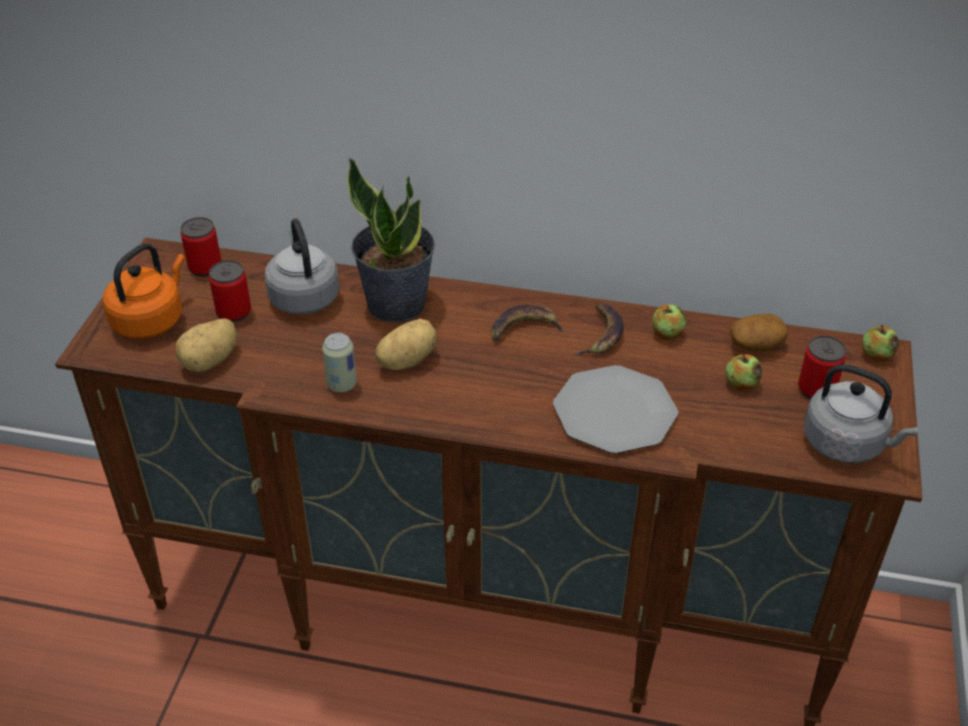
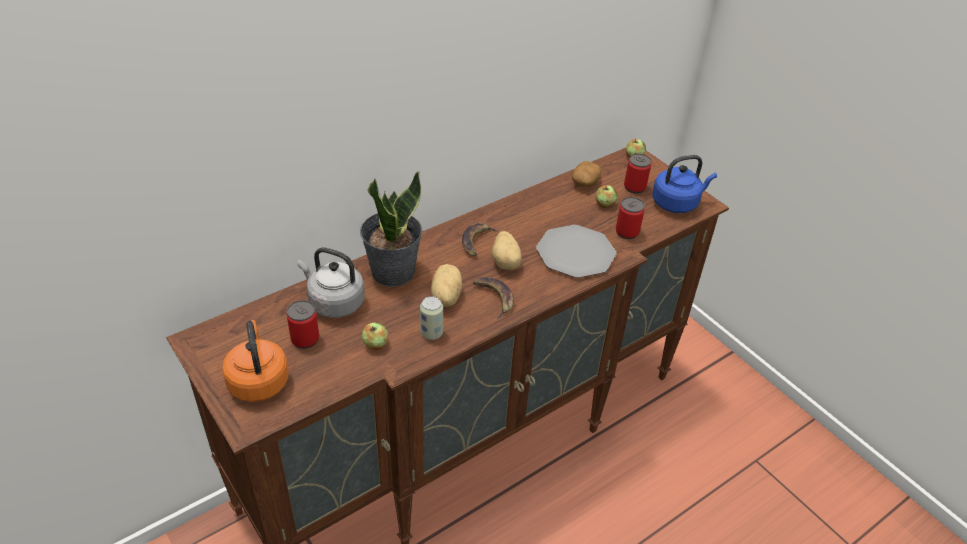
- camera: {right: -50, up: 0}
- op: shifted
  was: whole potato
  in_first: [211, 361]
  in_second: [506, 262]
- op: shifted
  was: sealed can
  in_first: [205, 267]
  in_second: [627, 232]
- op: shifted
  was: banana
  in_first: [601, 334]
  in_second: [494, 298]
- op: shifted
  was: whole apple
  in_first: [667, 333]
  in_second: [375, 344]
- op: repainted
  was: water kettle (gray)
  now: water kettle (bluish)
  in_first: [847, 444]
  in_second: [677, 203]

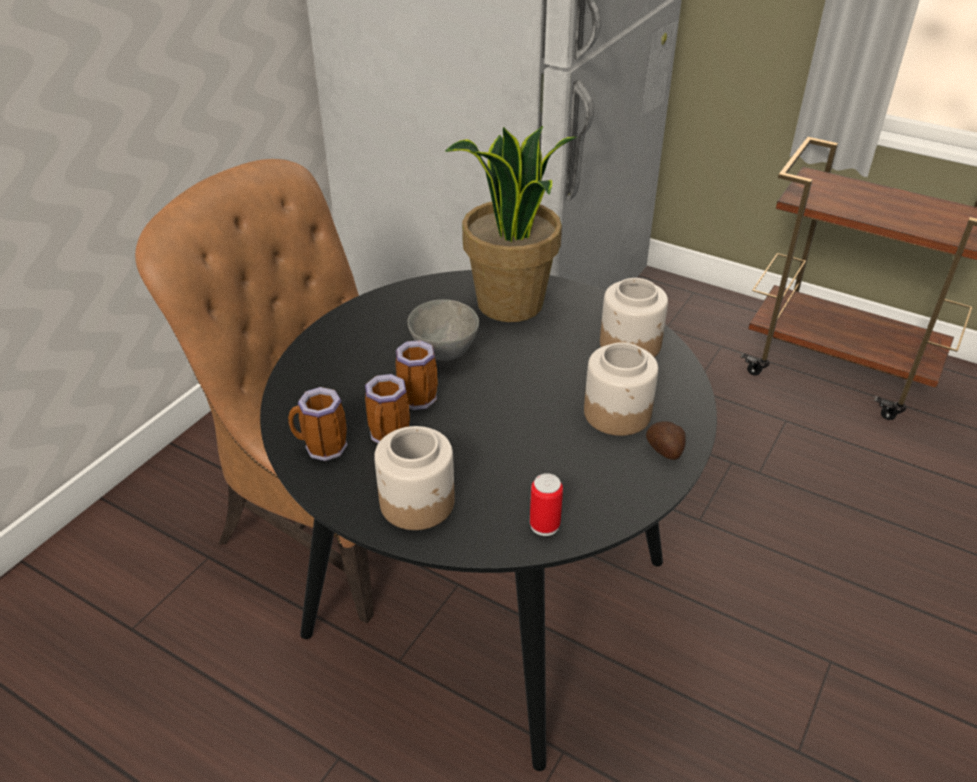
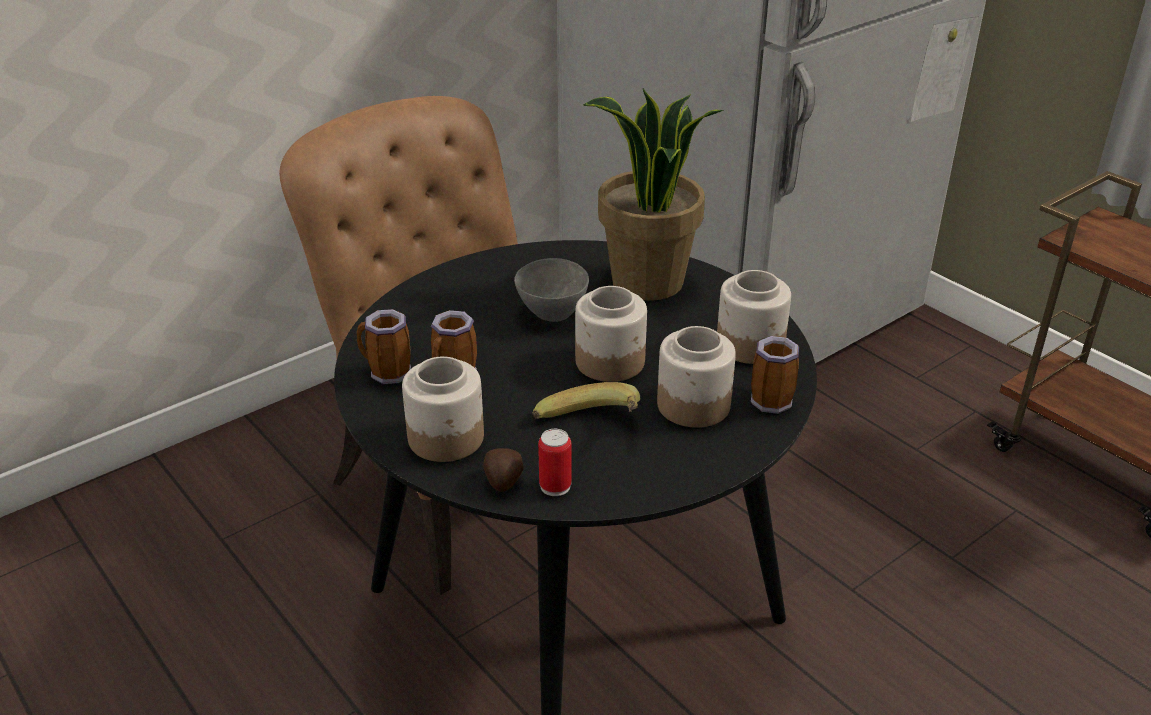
- camera: {right: 20, up: -5}
- op: new
  now: banana
  in_second: [591, 428]
- op: new
  now: storage jar
  in_second: [611, 362]
- op: shifted
  was: coffee mug
  in_first: [414, 397]
  in_second: [768, 399]
- op: shifted
  was: whole potato
  in_first: [665, 451]
  in_second: [503, 482]

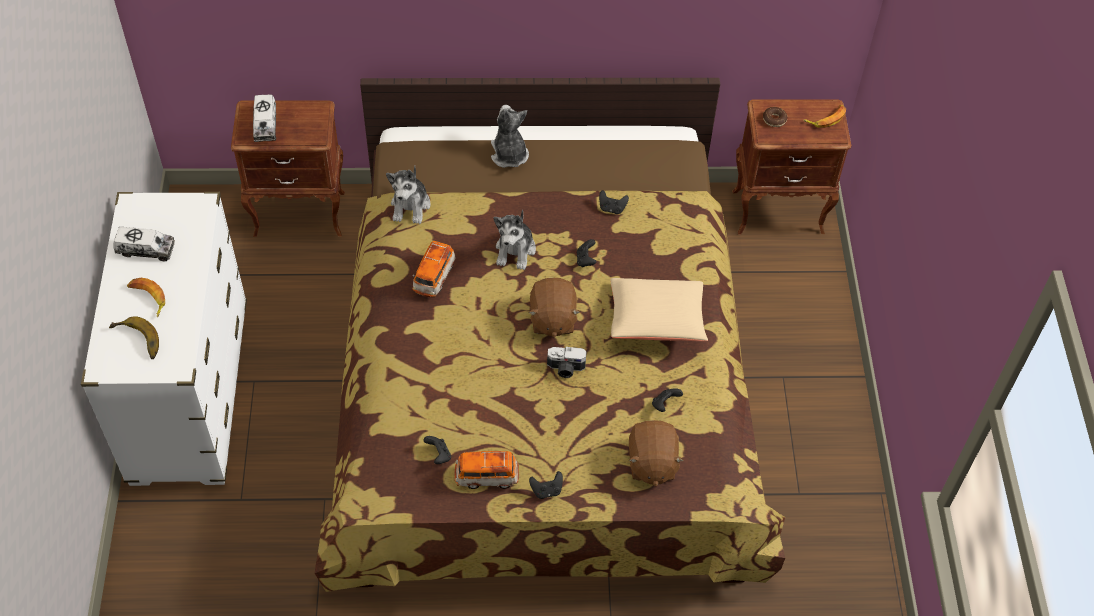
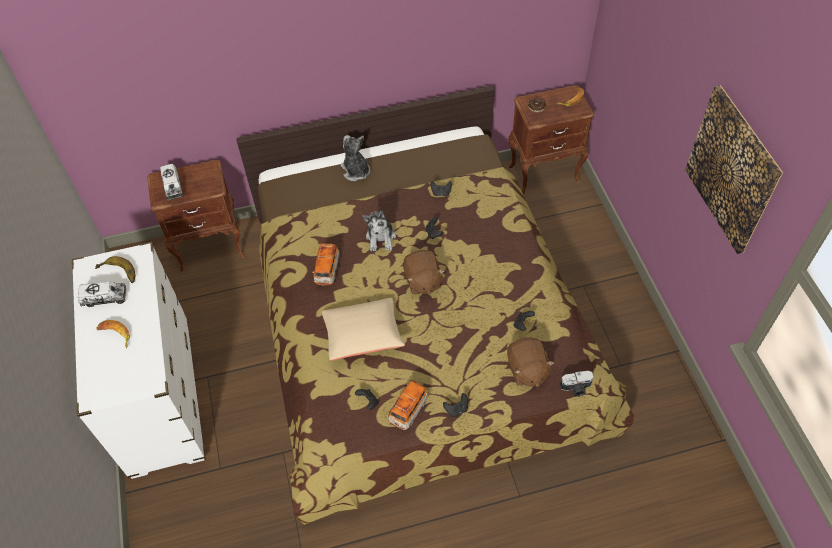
- camera: {right: -10, up: 0}
- op: gone
  was: soft toy
  in_first: [410, 206]
- op: new
  now: wall picture
  in_second: [732, 170]
- op: shifted
  was: banana
  in_first: [136, 342]
  in_second: [117, 274]
- op: shifted
  was: still camera
  in_first: [565, 368]
  in_second: [576, 388]
- op: shifted
  was: cushion (beige-coloured)
  in_first: [656, 320]
  in_second: [363, 335]
- op: rotated
  was: toy car
  in_first: [486, 477]
  in_second: [409, 410]
  clockwise: 135

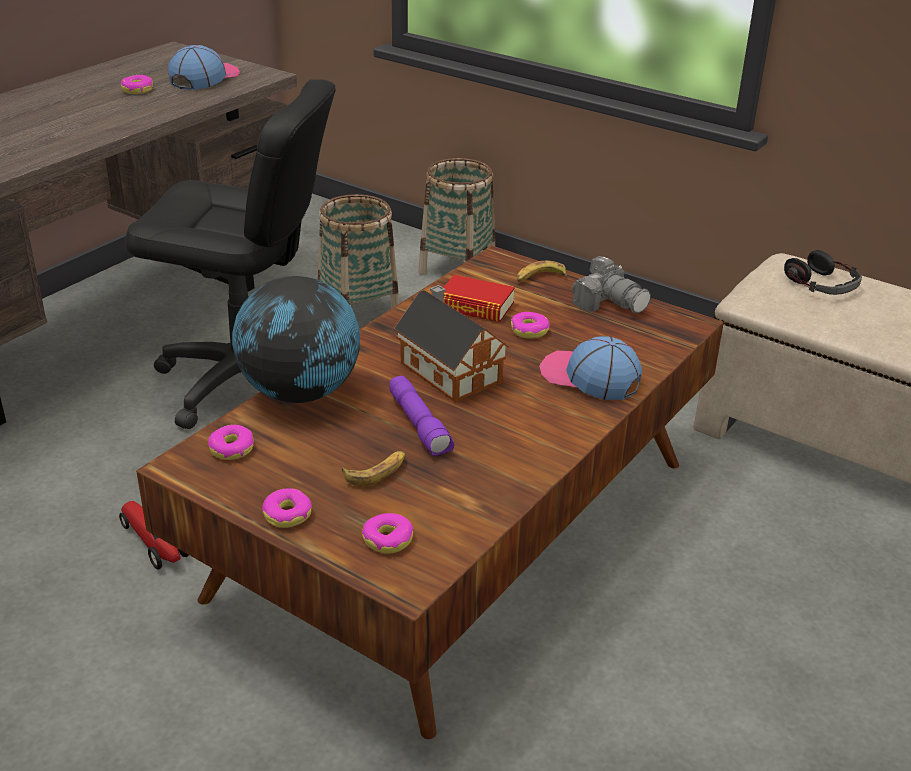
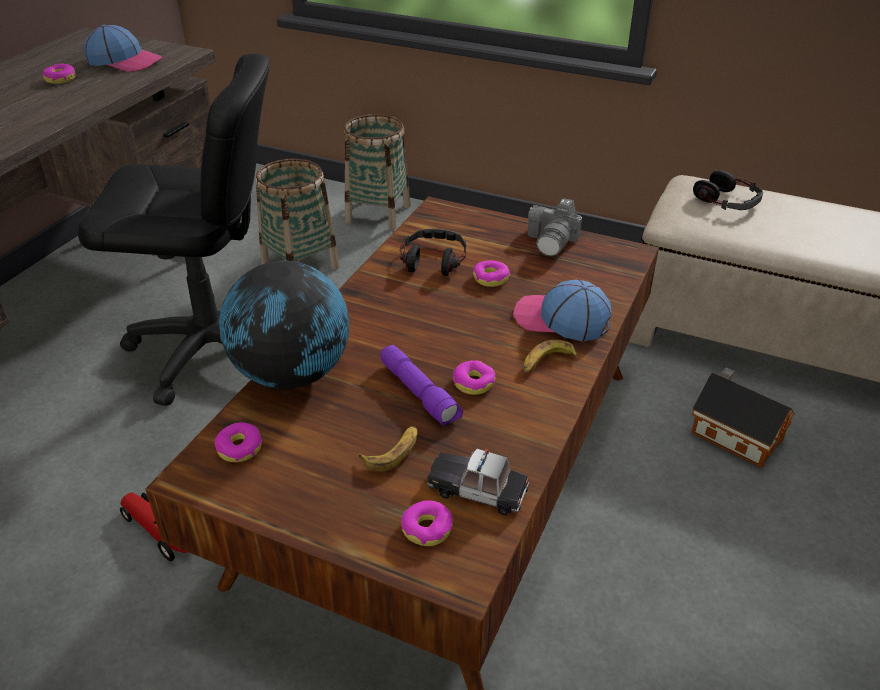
- camera: {right: -10, up: 5}
- op: new
  now: toy car
  in_second: [478, 488]
- op: shifted
  was: donut
  in_first: [287, 514]
  in_second: [473, 383]
- op: shifted
  was: model house
  in_first: [448, 370]
  in_second: [733, 434]
- op: shifted
  was: banana
  in_first: [540, 278]
  in_second: [547, 363]
- op: swapped
  was: book
  now: pair of headphones
  in_first: [475, 306]
  in_second: [433, 260]
- op: rotated
  was: peaked cap
  in_first: [204, 78]
  in_second: [124, 61]
  clockwise: 90
- op: rotated
  was: still camera
  in_first: [609, 302]
  in_second: [553, 241]
  clockwise: 75

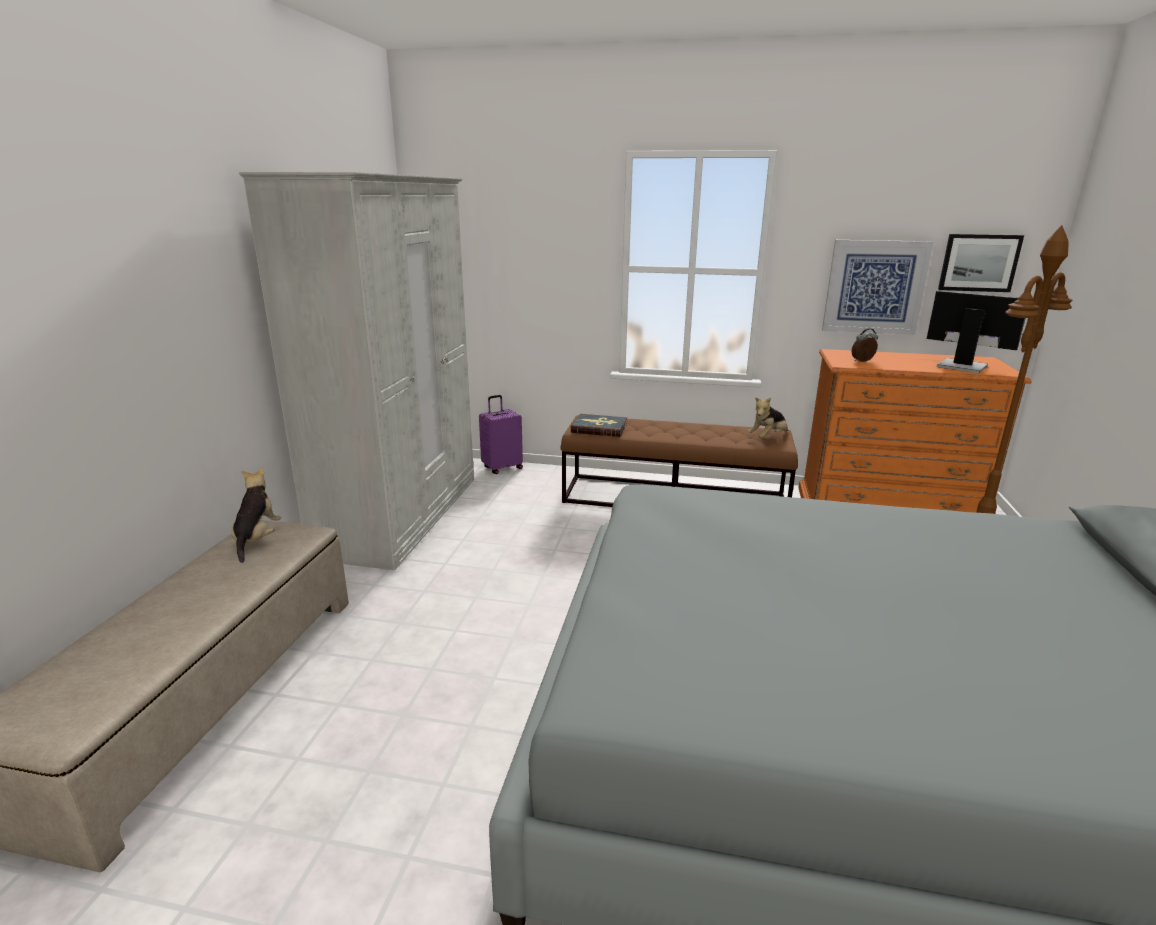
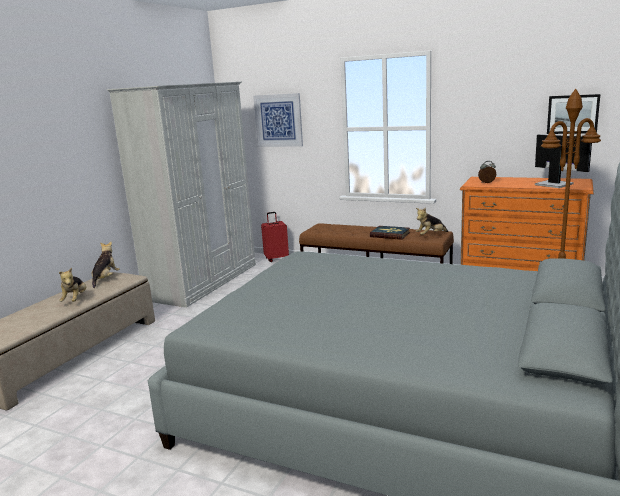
- camera: {right: 15, up: -5}
- op: new
  now: soft toy
  in_second: [75, 300]
- op: shifted
  was: book
  in_first: [599, 428]
  in_second: [390, 234]
- op: shifted
  was: wall picture
  in_first: [875, 287]
  in_second: [278, 120]
- op: repainted
  was: piece of luggage (purple)
  now: piece of luggage (reddish)
  in_first: [502, 468]
  in_second: [276, 259]

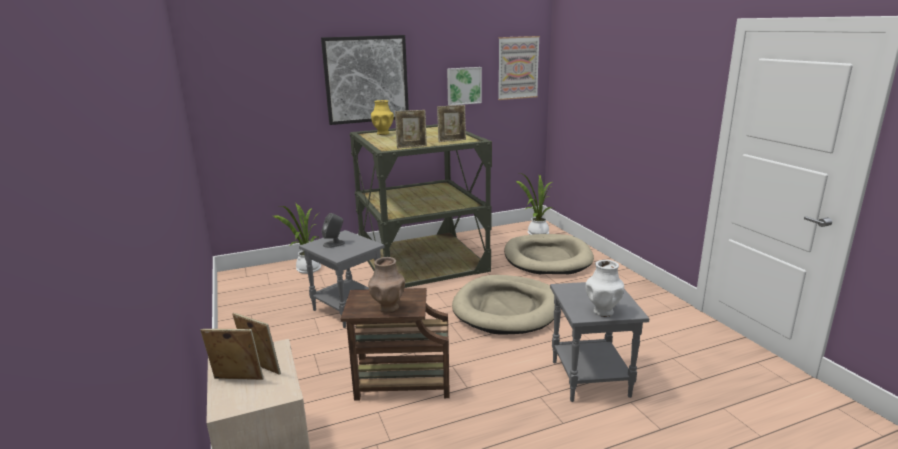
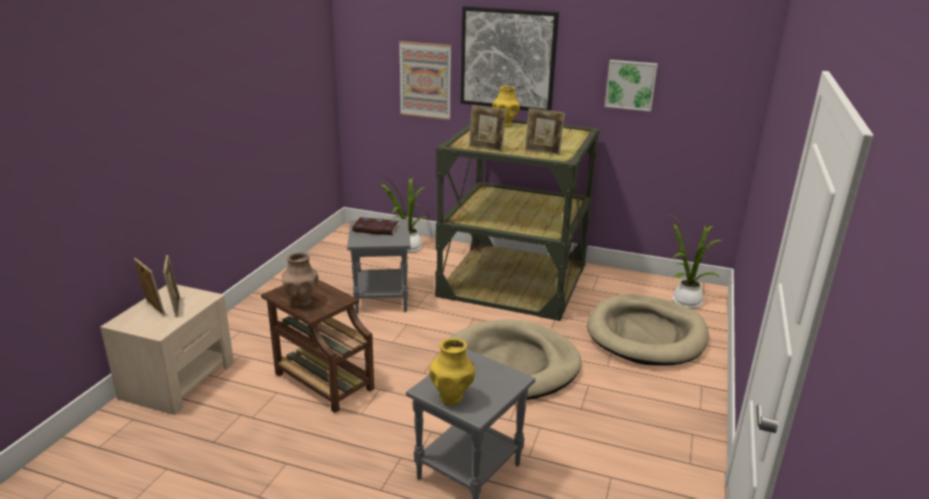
- camera: {right: 40, up: 5}
- op: shifted
  was: wall picture
  in_first: [518, 68]
  in_second: [425, 80]
- op: swapped
  was: audio speaker (gray)
  now: book
  in_first: [334, 244]
  in_second: [375, 229]
- op: repainted
  was: decorative vase (white)
  now: decorative vase (yellow-coloured)
  in_first: [603, 311]
  in_second: [451, 397]

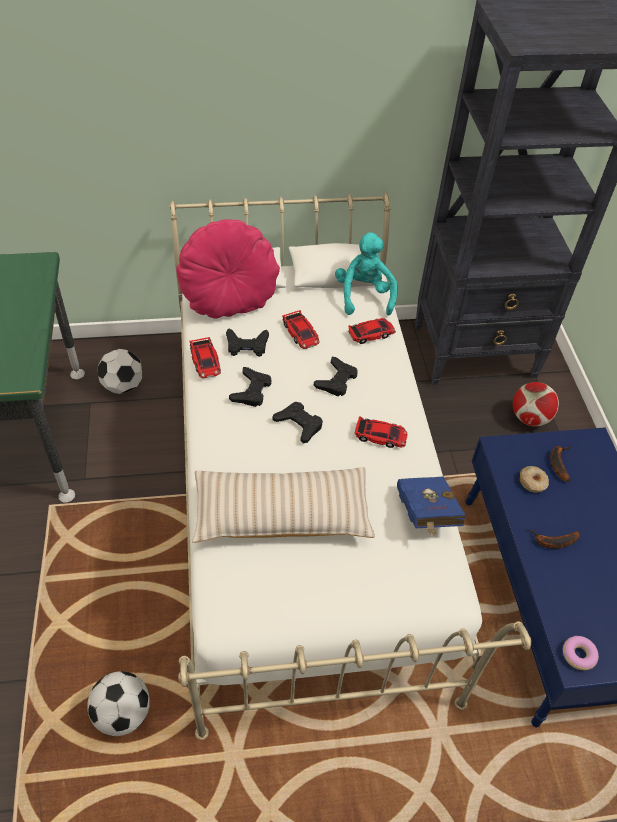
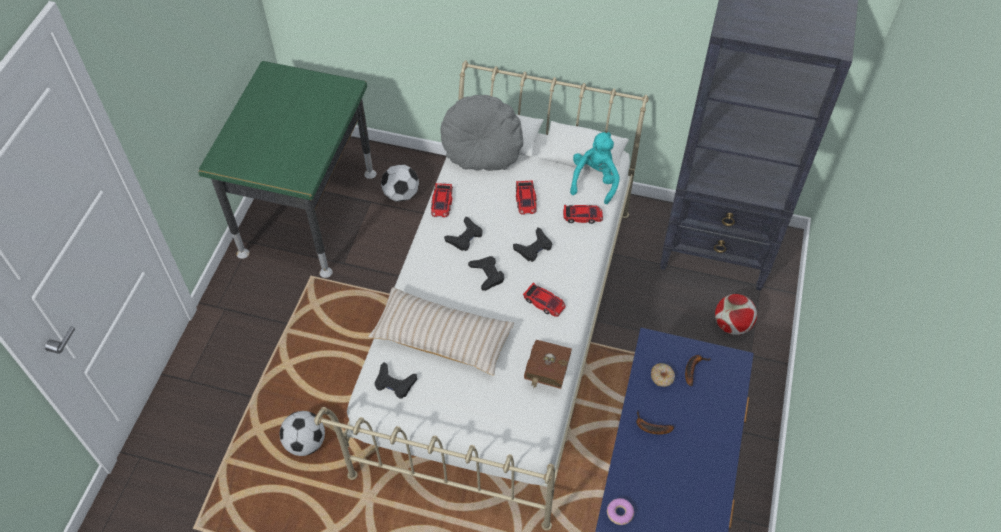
- camera: {right: 25, up: 5}
- op: shifted
  was: joypad (black-coloured)
  in_first: [247, 346]
  in_second: [394, 383]
- op: repainted
  was: cushion (pink)
  now: cushion (gray)
  in_first: [230, 304]
  in_second: [482, 159]
- op: repainted
  was: book (bluish)
  now: book (brown-coloured)
  in_first: [426, 516]
  in_second: [546, 373]

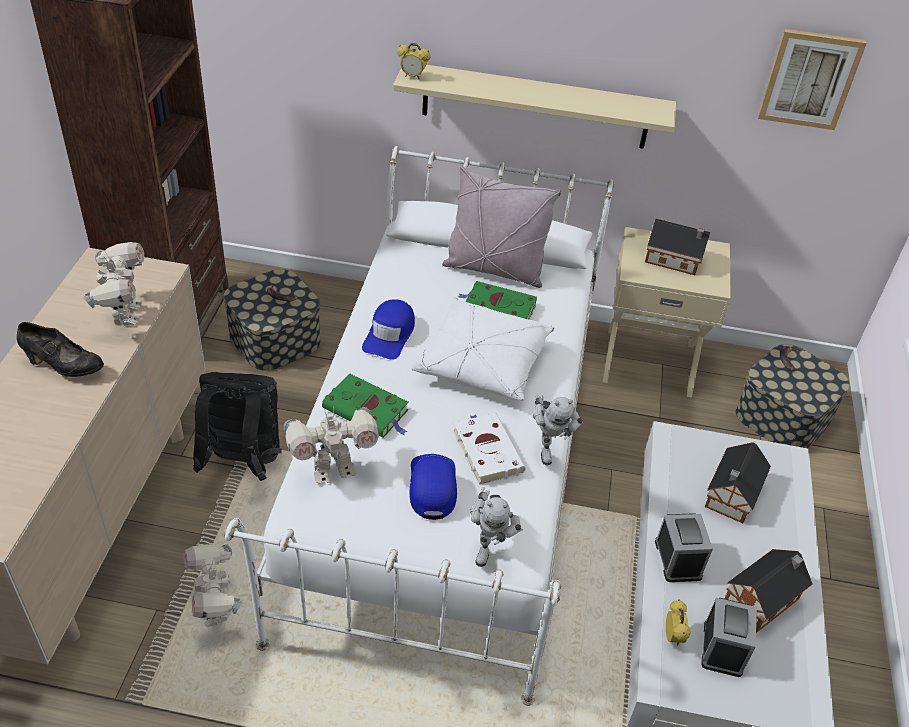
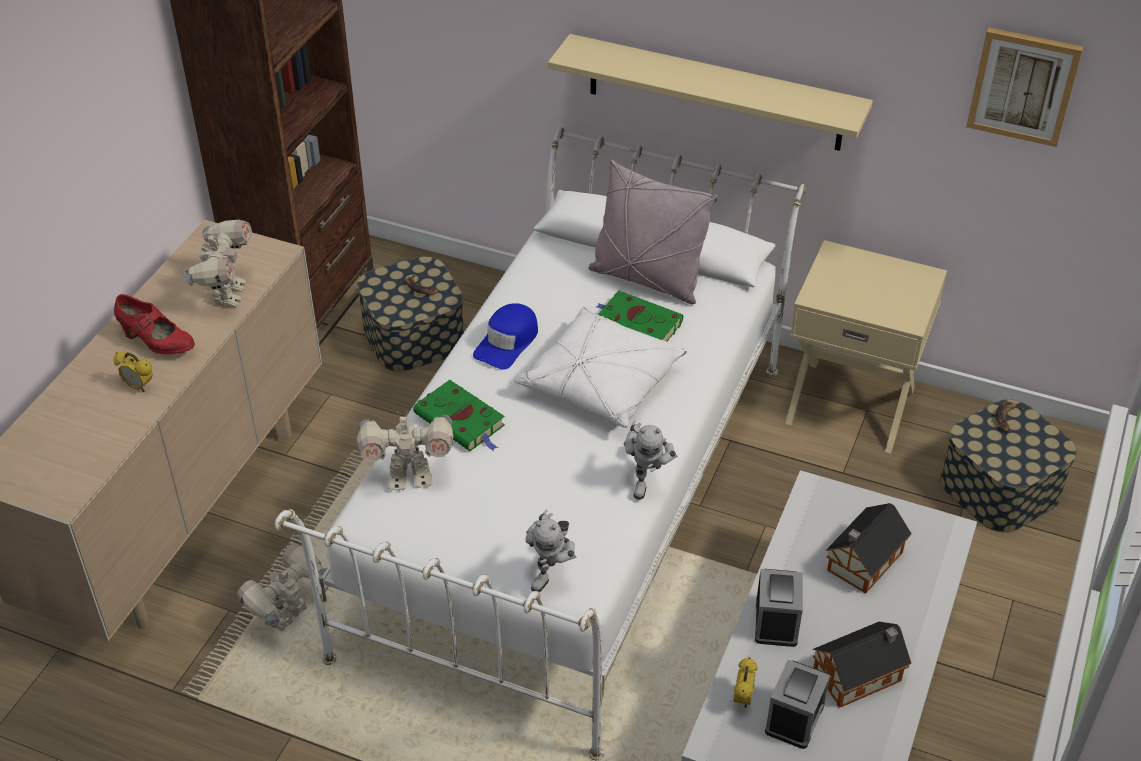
- camera: {right: 15, up: 0}
- op: gone
  was: knapsack (black-coloured)
  in_first: [243, 463]
- op: gone
  was: peaked cap (bluish)
  in_first: [432, 487]
- op: gone
  was: book (white)
  in_first: [486, 450]
- op: gone
  was: model house
  in_first: [675, 260]
- op: shifted
  was: table clock
  in_first: [413, 77]
  in_second: [139, 386]
- op: repainted
  was: shoe (black-coloured)
  now: shoe (reddish)
  in_first: [64, 366]
  in_second: [157, 343]
- op: rotated
  was: toy robot
  in_first: [216, 608]
  in_second: [289, 617]
  clockwise: 45

